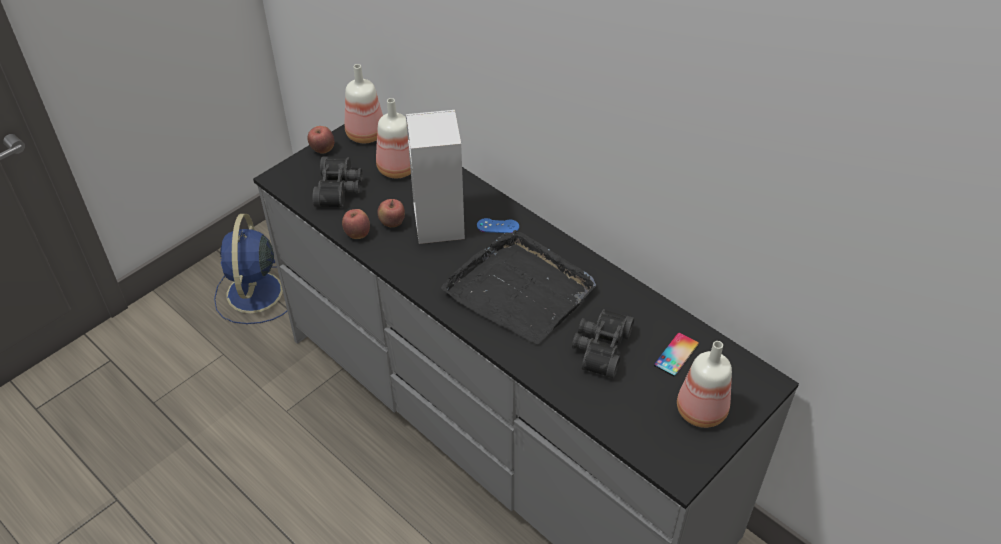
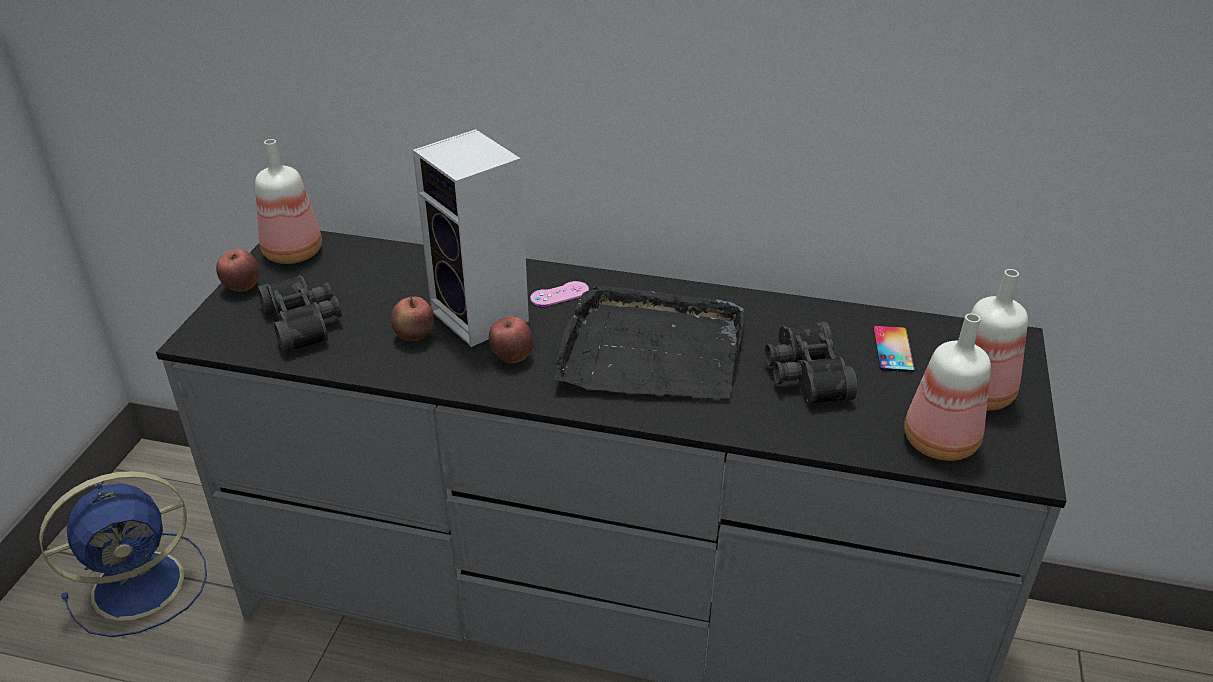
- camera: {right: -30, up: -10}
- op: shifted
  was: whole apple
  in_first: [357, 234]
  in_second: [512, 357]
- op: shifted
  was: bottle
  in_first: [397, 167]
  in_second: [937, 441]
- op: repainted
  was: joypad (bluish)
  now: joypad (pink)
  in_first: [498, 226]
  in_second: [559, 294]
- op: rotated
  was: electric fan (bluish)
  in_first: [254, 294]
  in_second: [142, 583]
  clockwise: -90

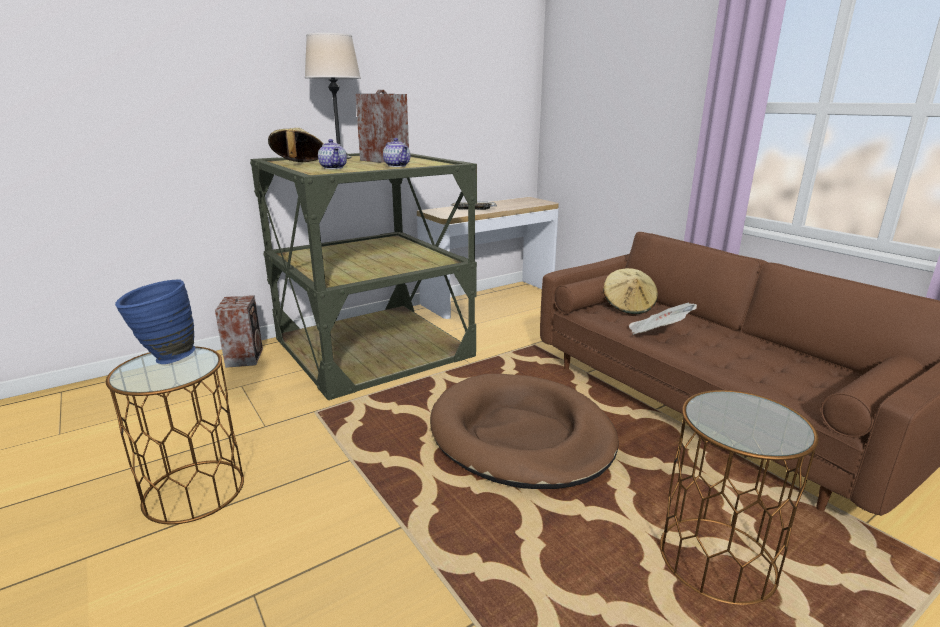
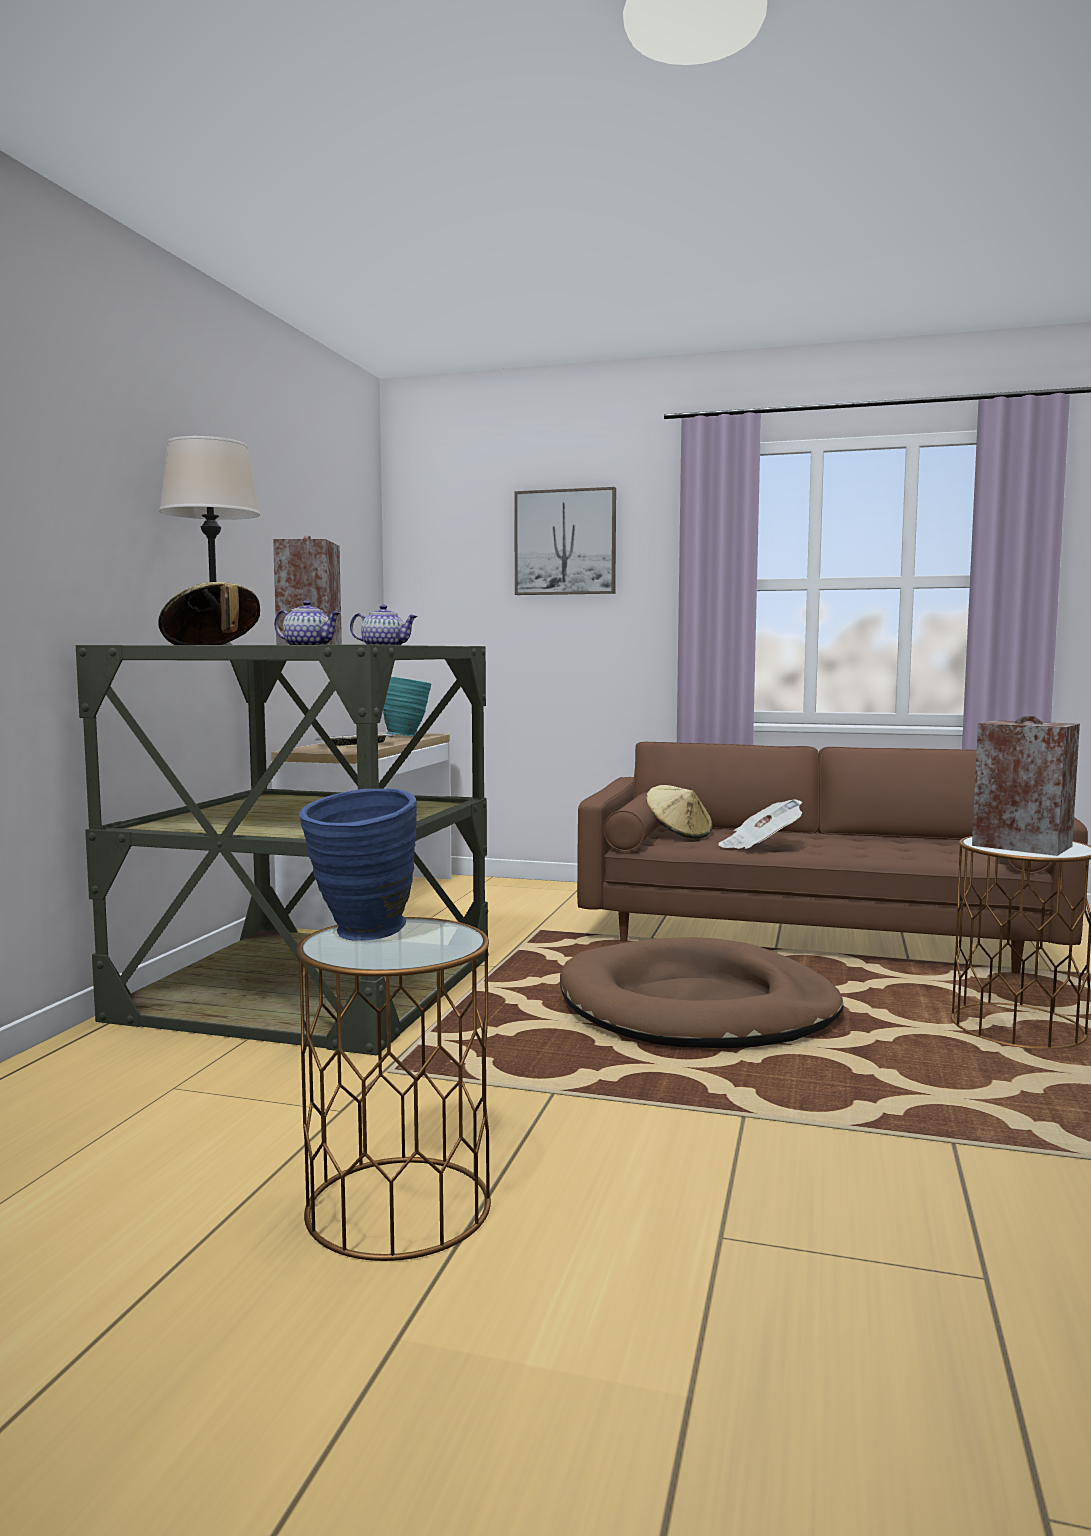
- camera: {right: -40, up: -15}
- op: new
  now: decorative vase (turquoise-coloured)
  in_second: [407, 737]
- op: new
  now: wall picture
  in_second: [565, 542]
- op: shifted
  was: audio speaker
  in_first: [245, 357]
  in_second: [1019, 845]

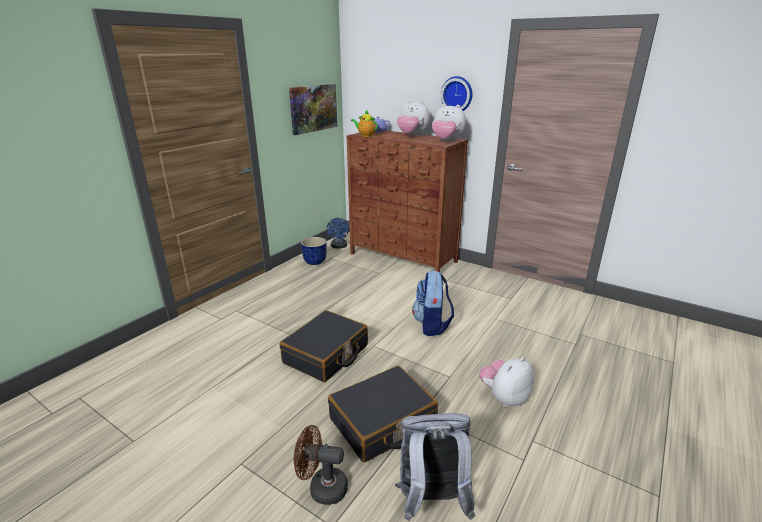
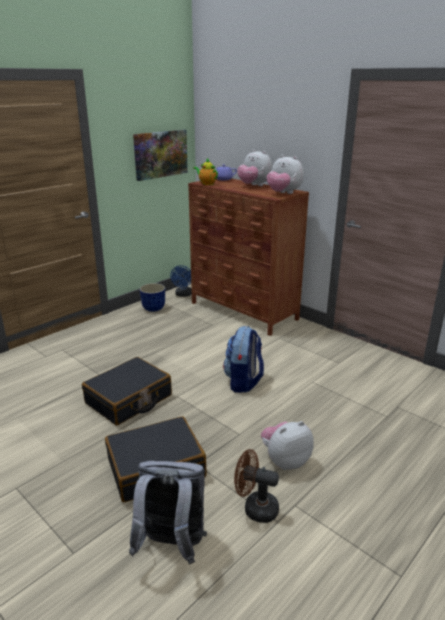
- camera: {right: 10, up: 0}
- op: gone
  was: wall clock
  in_first: [457, 94]
- op: shifted
  was: electric fan (brown-coloured)
  in_first: [322, 488]
  in_second: [255, 508]

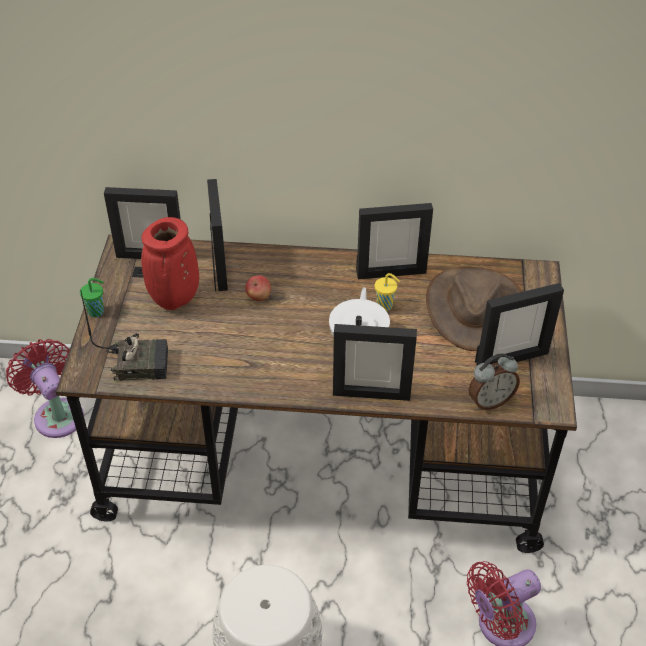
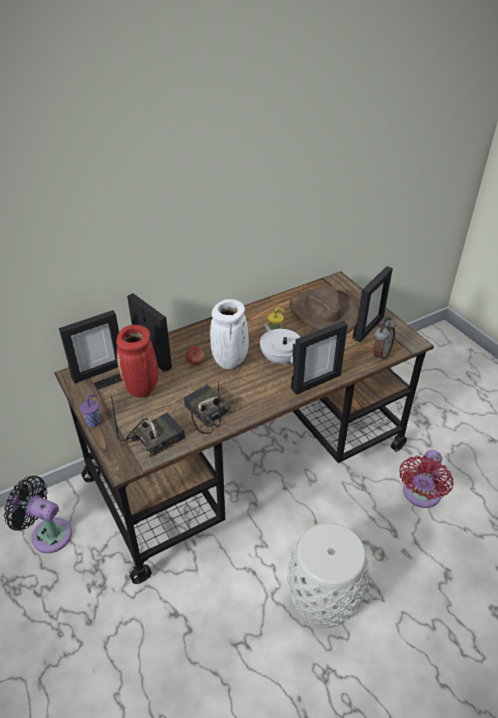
- camera: {right: -35, up: -5}
- op: gone
  was: picture frame
  in_first: [391, 272]
- op: new
  now: radio set
  in_second: [205, 413]
- op: new
  now: decorative vase (white)
  in_second: [230, 362]
- op: repainted
  was: electric fan (reddish)
  now: electric fan (black-coloured)
  in_first: [56, 414]
  in_second: [48, 533]
- op: repainted
  was: drinking cup (greenish)
  now: drinking cup (purple)
  in_first: [97, 311]
  in_second: [94, 422]

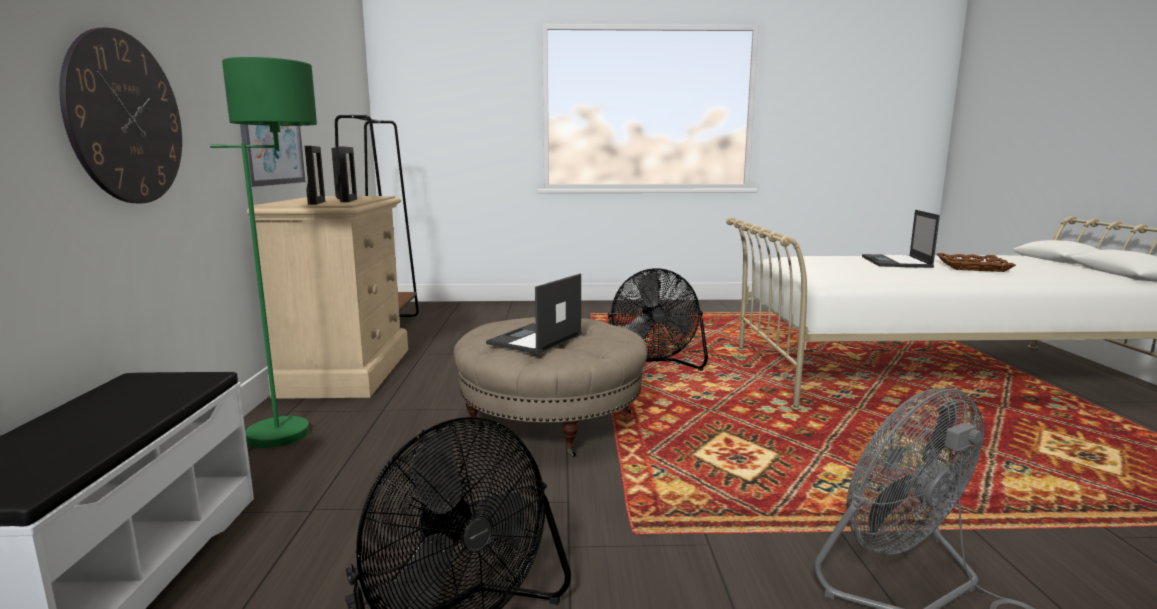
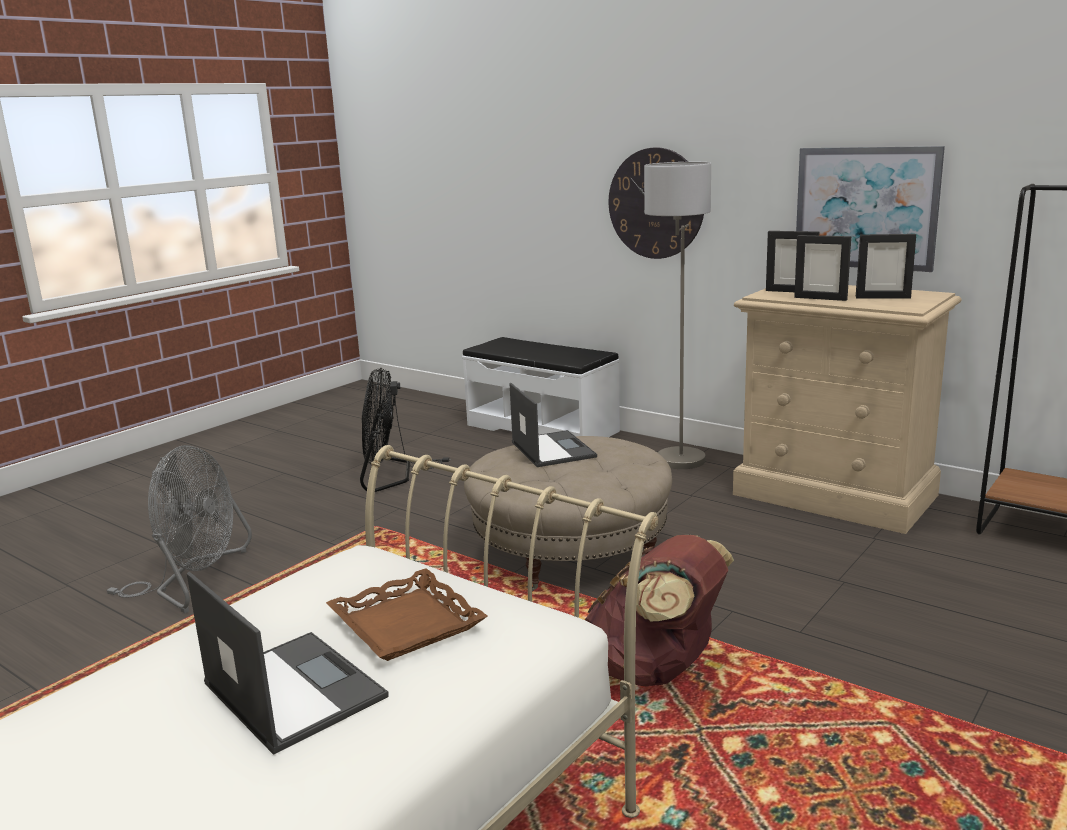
- camera: {right: 130, up: 5}
- op: shifted
  was: carrying tray (brown-coloured)
  in_first: [973, 267]
  in_second: [405, 624]
- op: swapped
  was: electric fan (black-coloured)
  now: knapsack (brown-coloured)
  in_first: [648, 366]
  in_second: [657, 670]
- op: repainted
  was: standing lamp (greenish)
  now: standing lamp (gray)
  in_first: [297, 432]
  in_second: [677, 465]

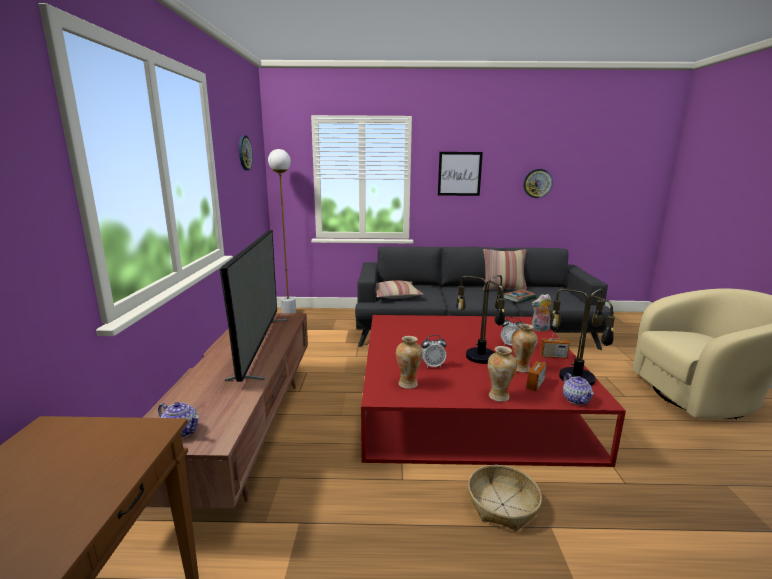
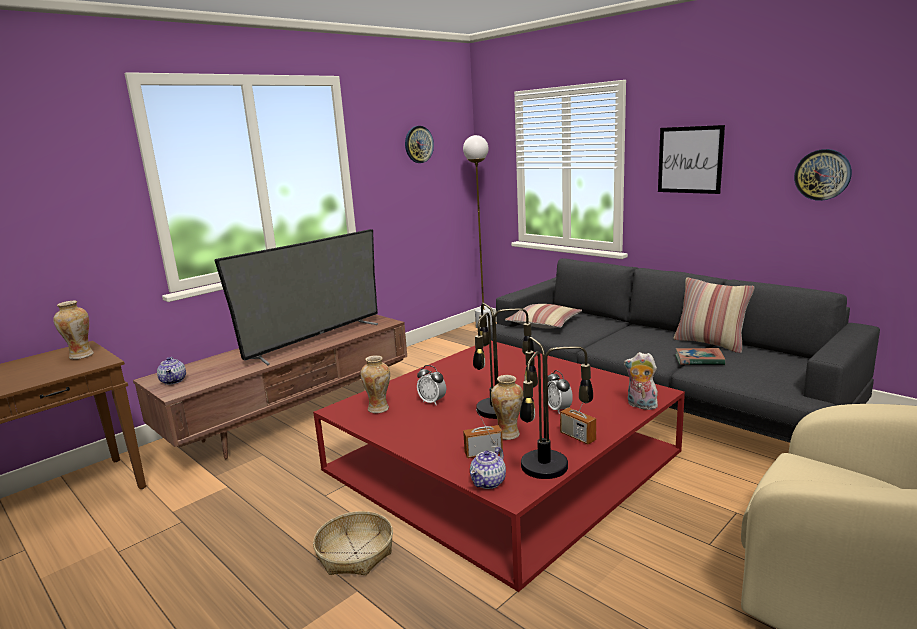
- camera: {right: 45, up: 0}
- op: shifted
  was: decorative vase
  in_first: [498, 397]
  in_second: [80, 356]

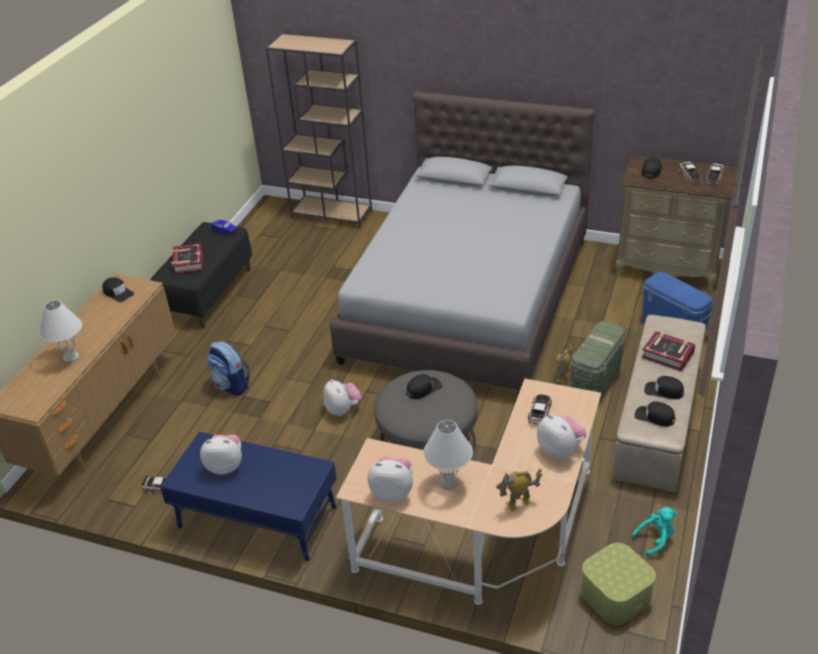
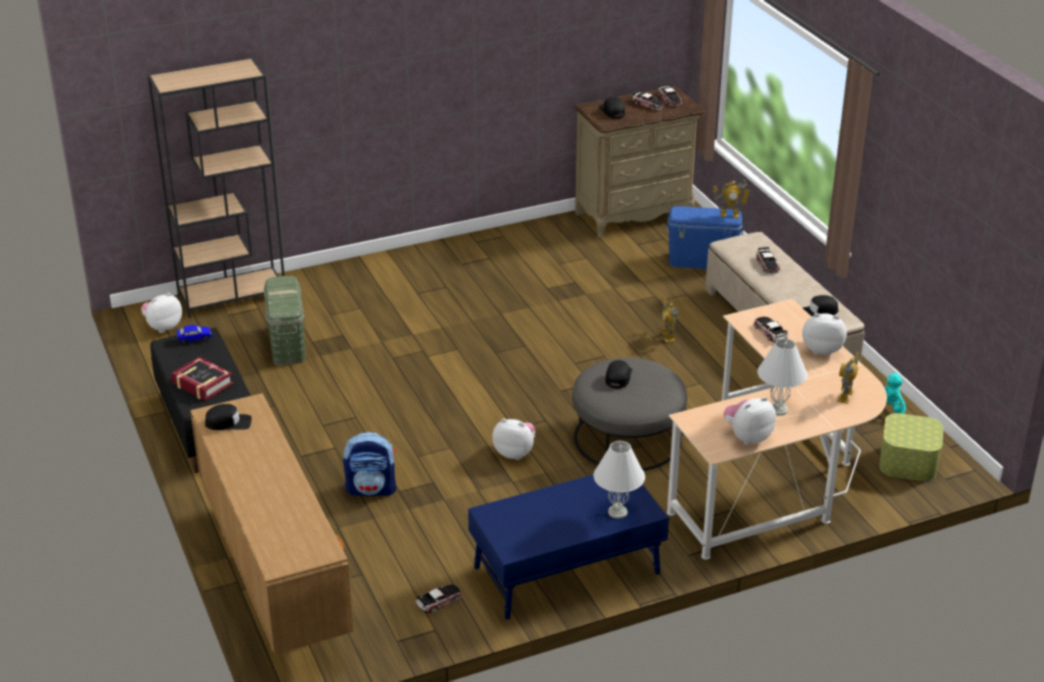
- camera: {right: -45, up: -5}
- op: gone
  was: bedroom bed (gray)
  in_first: [469, 298]
- op: gone
  was: peaked cap (black-coloured)
  in_first: [663, 391]
- op: new
  now: toy robot
  in_second: [729, 215]
- op: shifted
  was: lamp for a table (white)
  in_first: [71, 357]
  in_second: [617, 512]
- op: shifted
  was: soft toy
  in_first: [226, 465]
  in_second: [163, 327]
- op: shifted
  was: storage container (greenish)
  in_first: [595, 383]
  in_second: [287, 344]
- op: swapped
  was: book
  now: toy car
  in_first: [667, 355]
  in_second: [767, 265]

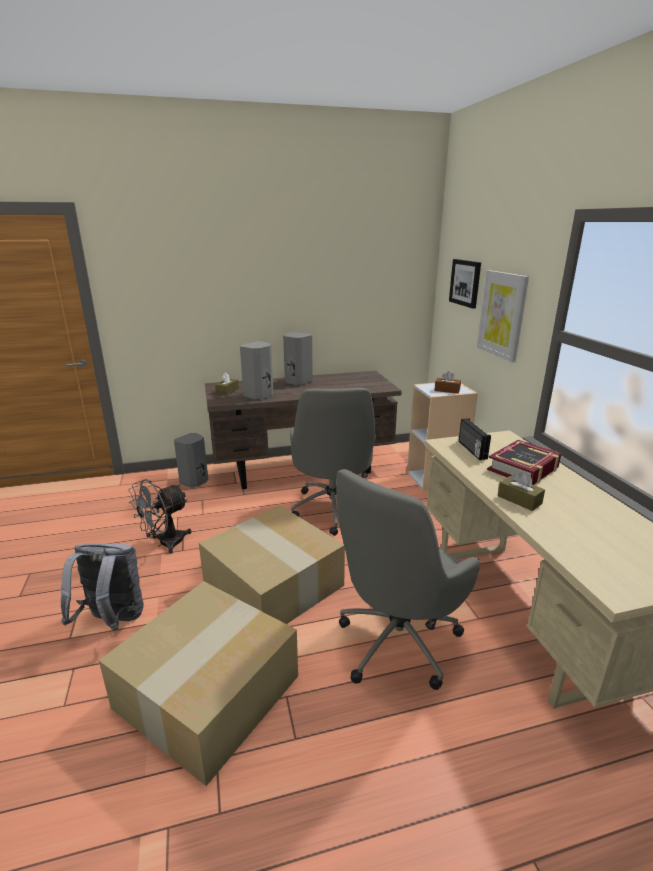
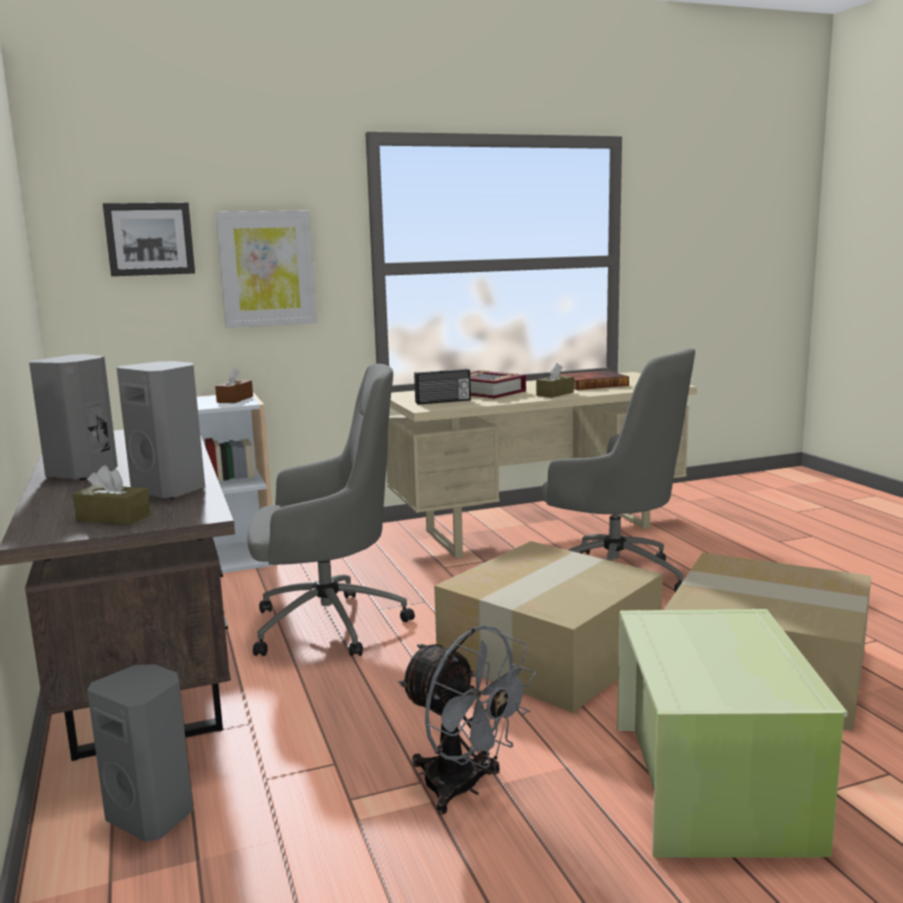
- camera: {right: -95, up: -10}
- op: new
  now: book
  in_second: [592, 384]
- op: swapped
  was: knapsack (gray)
  now: storage container (greenish)
  in_first: [112, 621]
  in_second: [714, 784]

